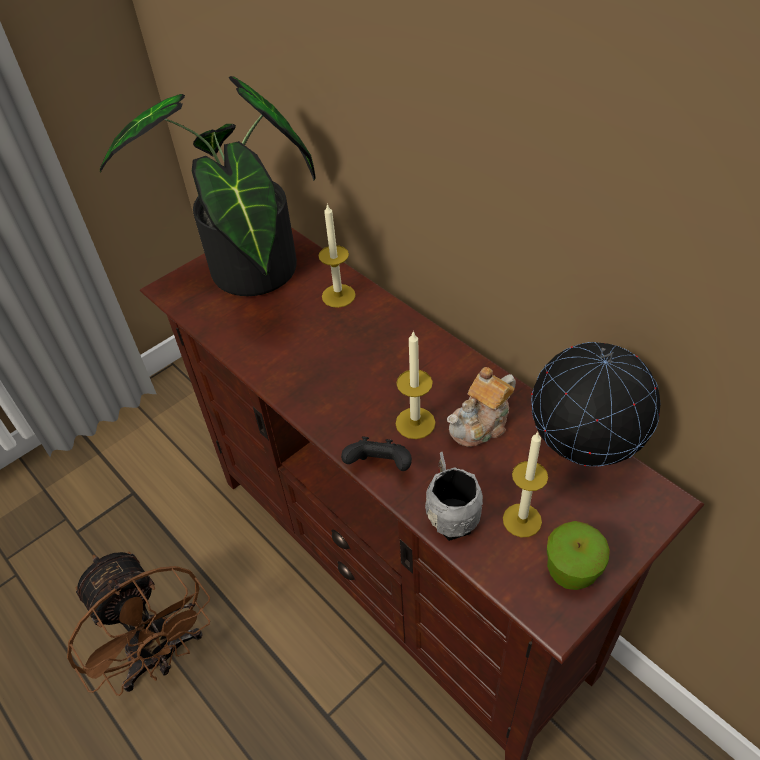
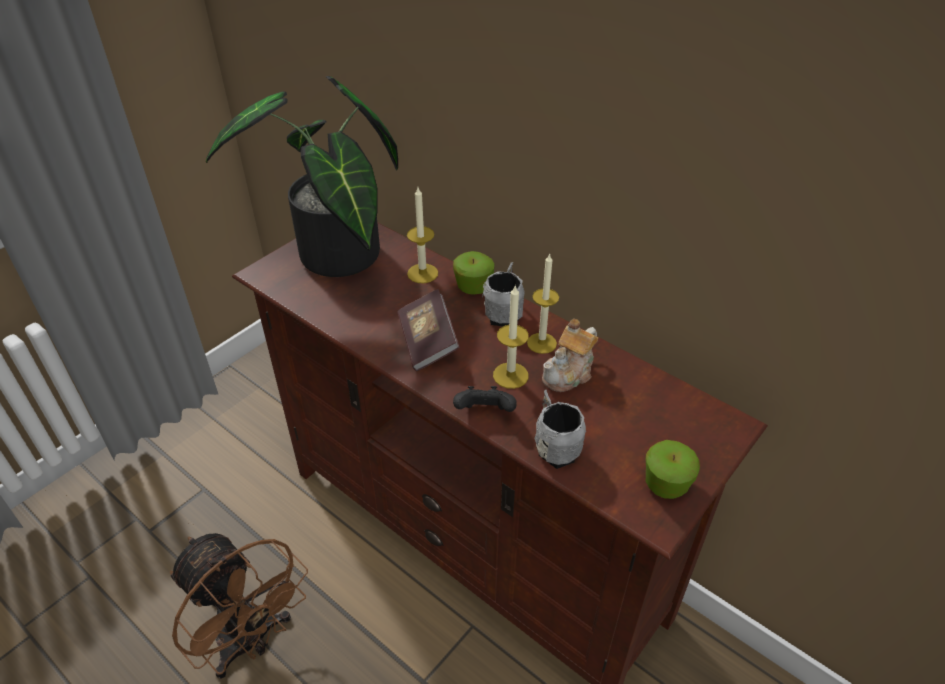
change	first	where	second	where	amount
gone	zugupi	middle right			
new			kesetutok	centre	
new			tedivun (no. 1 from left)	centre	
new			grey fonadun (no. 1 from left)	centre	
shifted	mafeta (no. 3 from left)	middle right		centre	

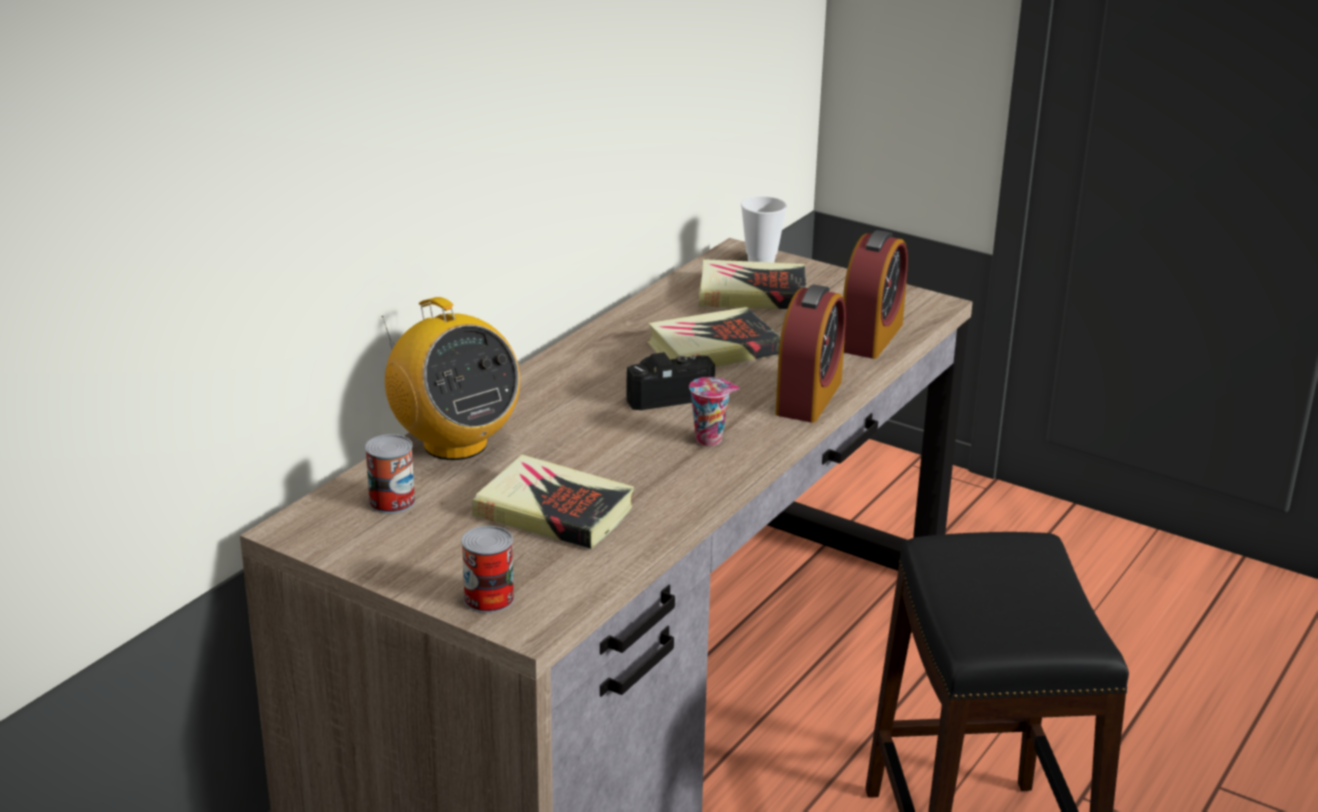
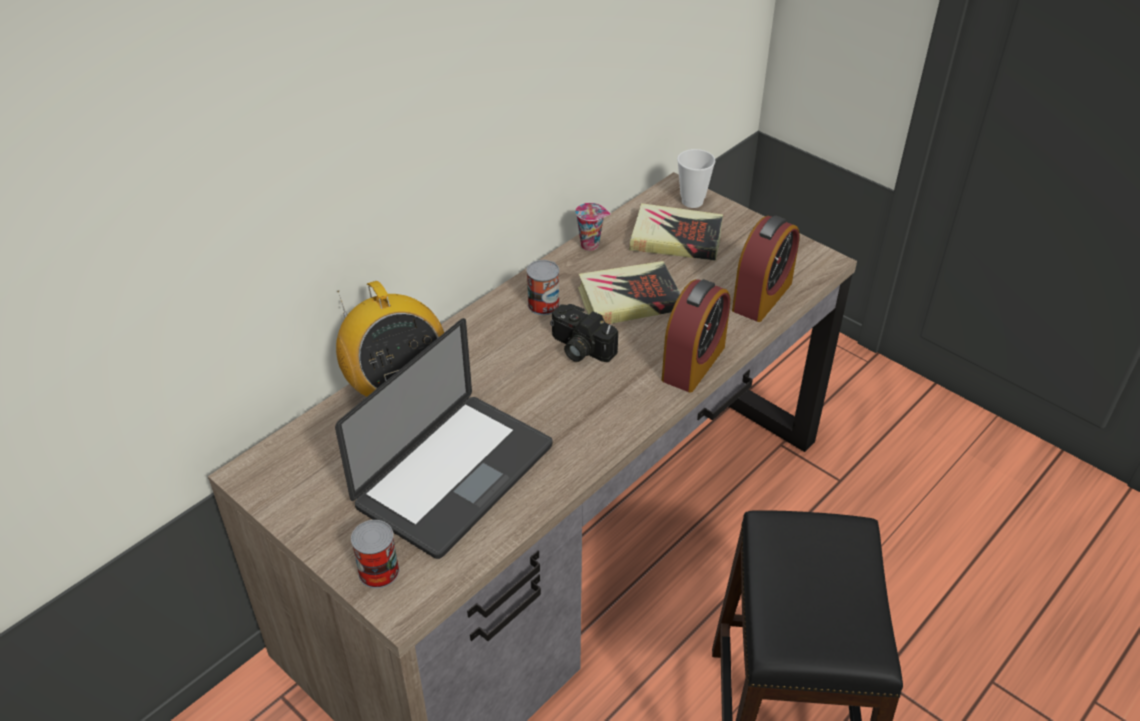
change	first	where	second	where	amount
shifted	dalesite (no. 1 from left in the first image)	middle left	dalesite (no. 2 from left)	centre	
shifted	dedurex (no. 1 from left)	centre		top centre	
swapped	kesetutok (no. 1 from left)	centre	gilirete	centre	
rotated	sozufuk	centre		centre	135 degrees counterclockwise

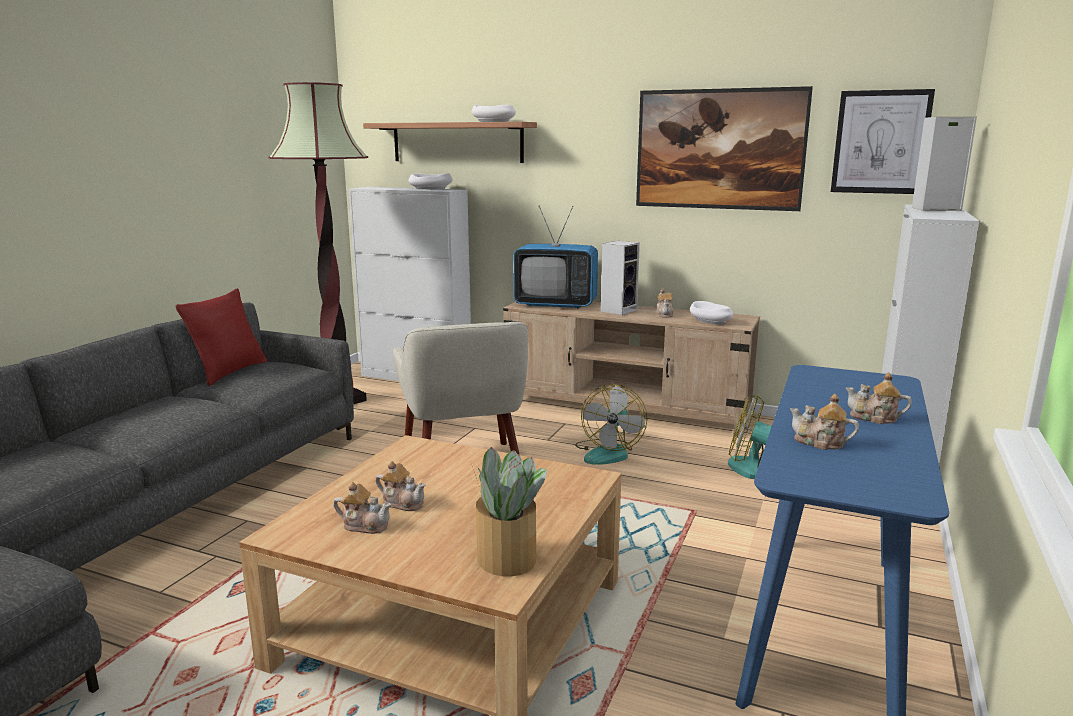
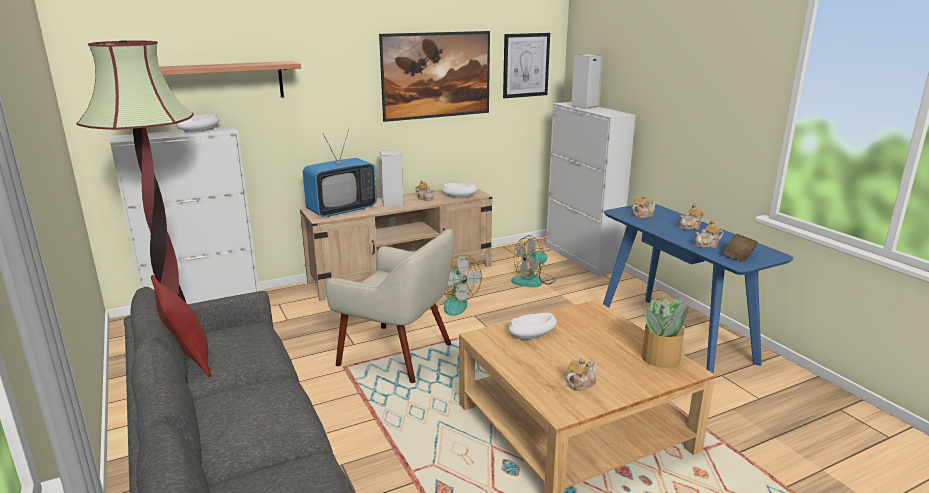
change	first	where	second	where	amount
new			brown kesetutok	middle right	
shifted	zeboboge (no. 2 from left in the first image)	bottom centre	zeboboge (no. 3 from left)	middle right	
shifted	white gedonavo (no. 2 from left in the first image)	top centre	white gedonavo (no. 3 from left)	centre	

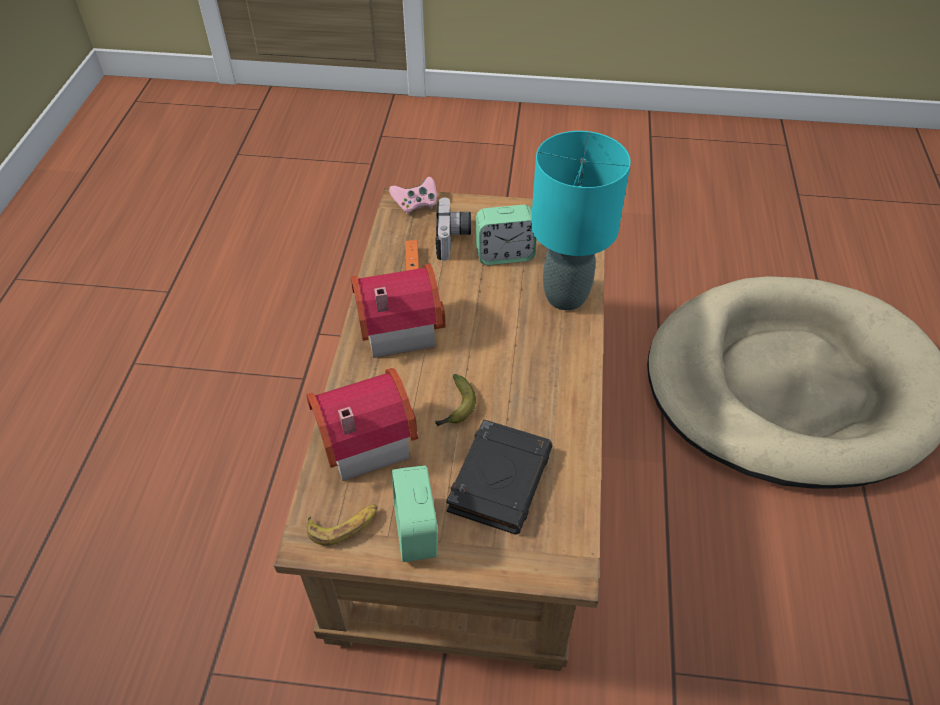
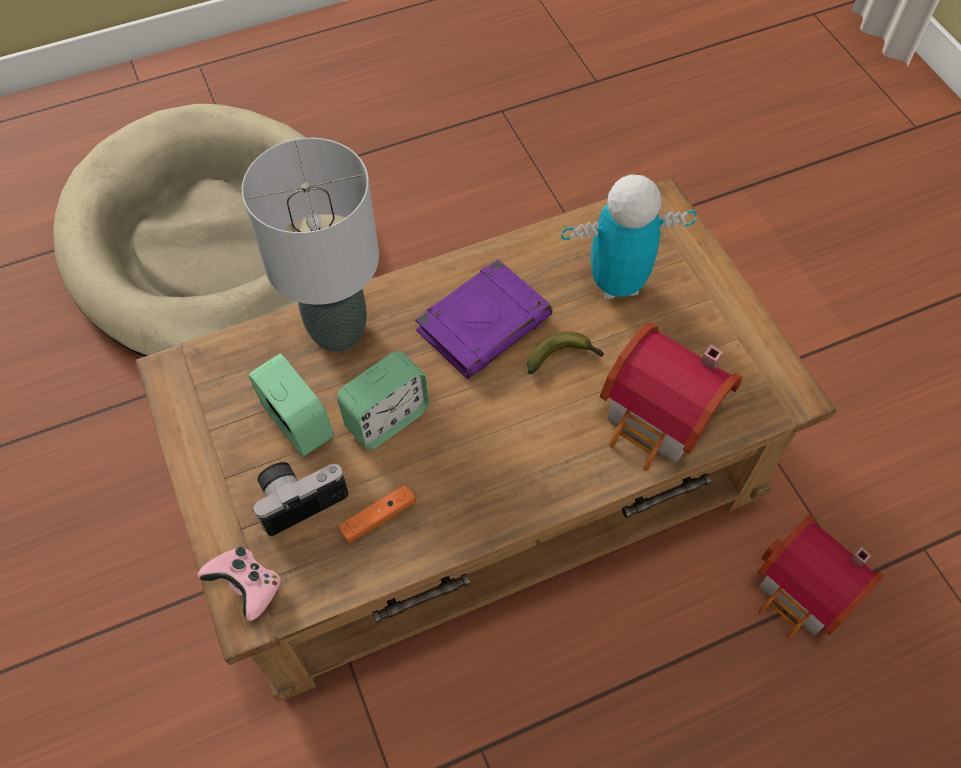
change	first	where	second	where	amount
gone	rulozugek (no. 1 from left)	bottom centre			
new			purple kesetutok	centre	
shifted	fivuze (no. 2 from left)	centre		bottom right	
shifted	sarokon (no. 1 from left in the first image)	bottom centre	sarokon (no. 2 from left)	centre	
swapped	black kesetutok	bottom centre	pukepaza	top centre	
repainted	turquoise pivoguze	top centre	grey pivoguze	top left	

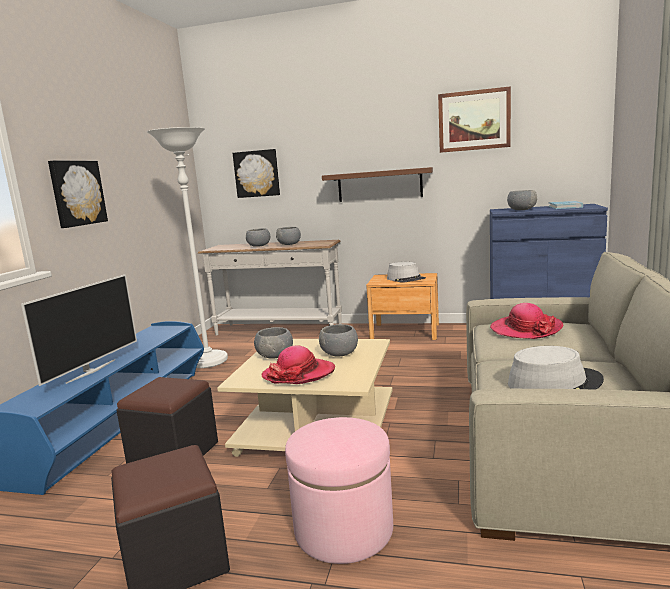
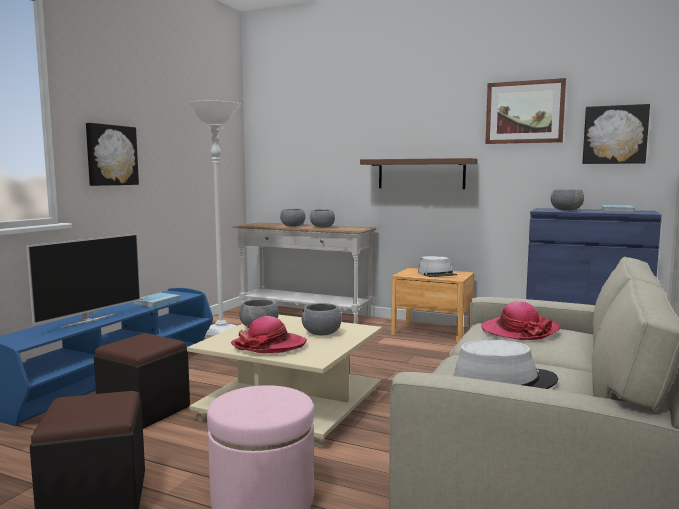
change	first	where	second	where	amount
new			blue kesetutok (no. 1 from left)	middle left	
shifted	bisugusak (no. 2 from left in the first image)	top centre	bisugusak (no. 3 from left)	top right	

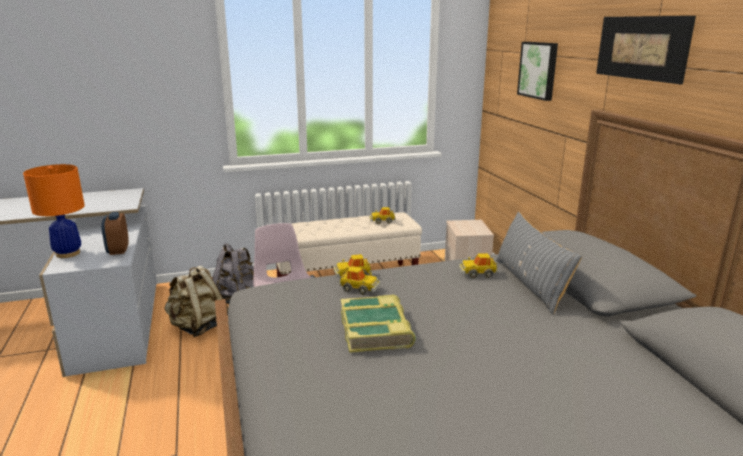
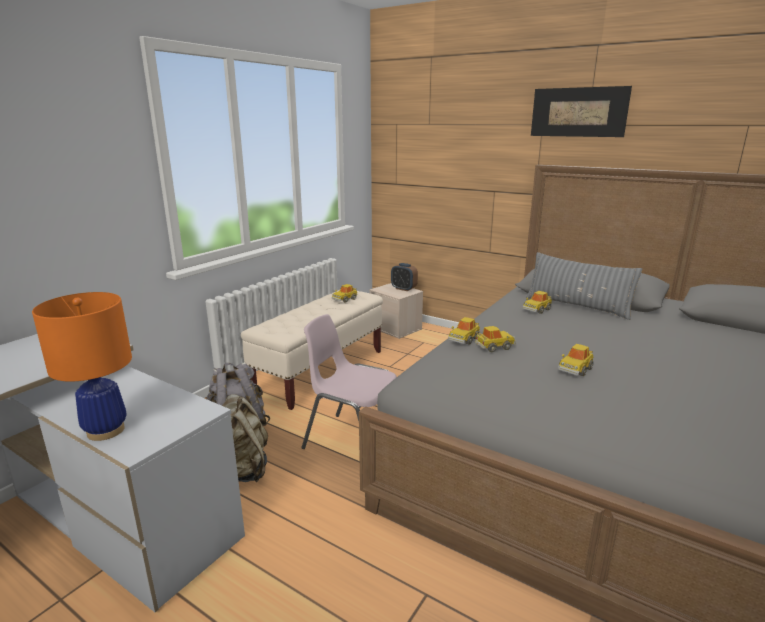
change	first	where	second	where	amount
gone	bisugusak (no. 1 from left)	top right			
shifted	sarokon	middle left		centre	
swapped	kesetutok	bottom centre	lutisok (no. 5 from left)	middle right	

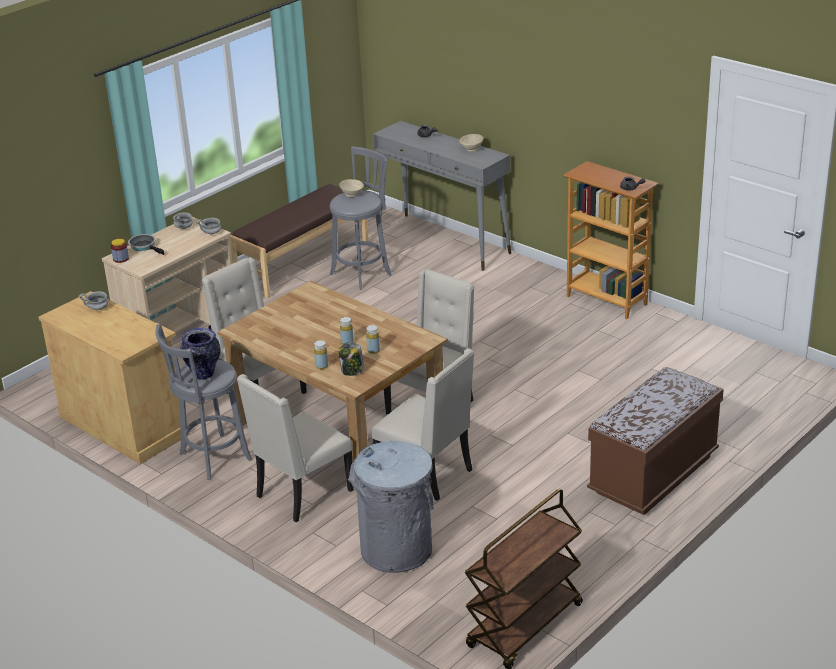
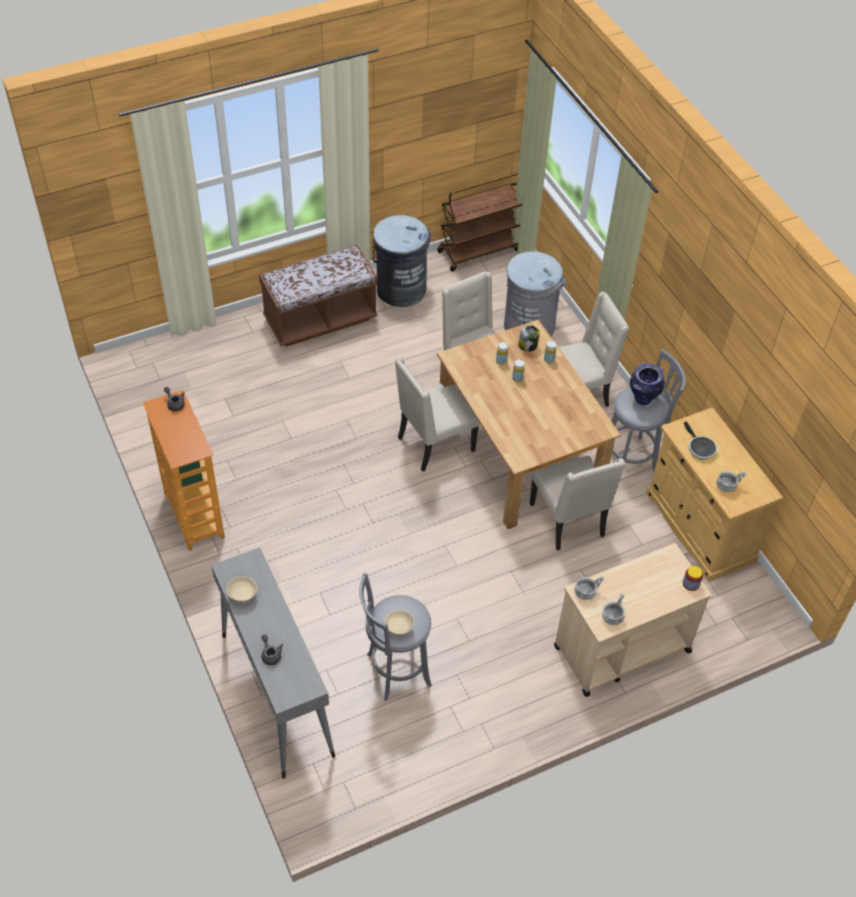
change	first	where	second	where	amount
gone	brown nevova (no. 1 from left)	centre			
new			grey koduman (no. 1 from left)	top centre	
shifted	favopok	middle left		middle right	

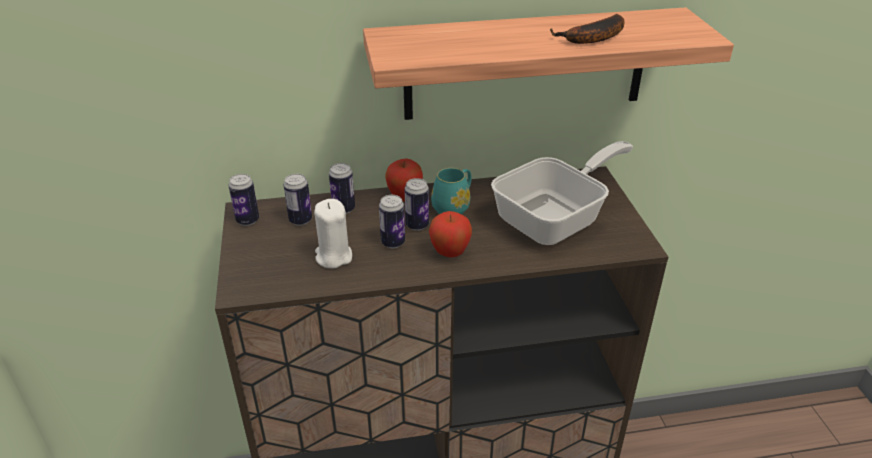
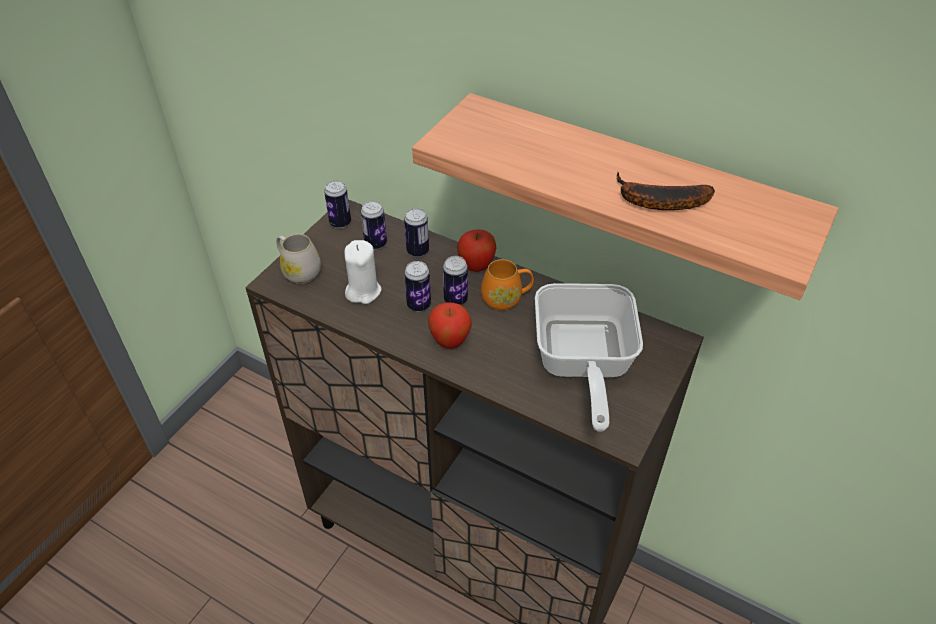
change	first	where	second	where	amount
new			white fonadun	middle left	
repainted	turquoise fonadun	centre	orange fonadun	centre	
rotated	favopok	centre		centre	90 degrees clockwise

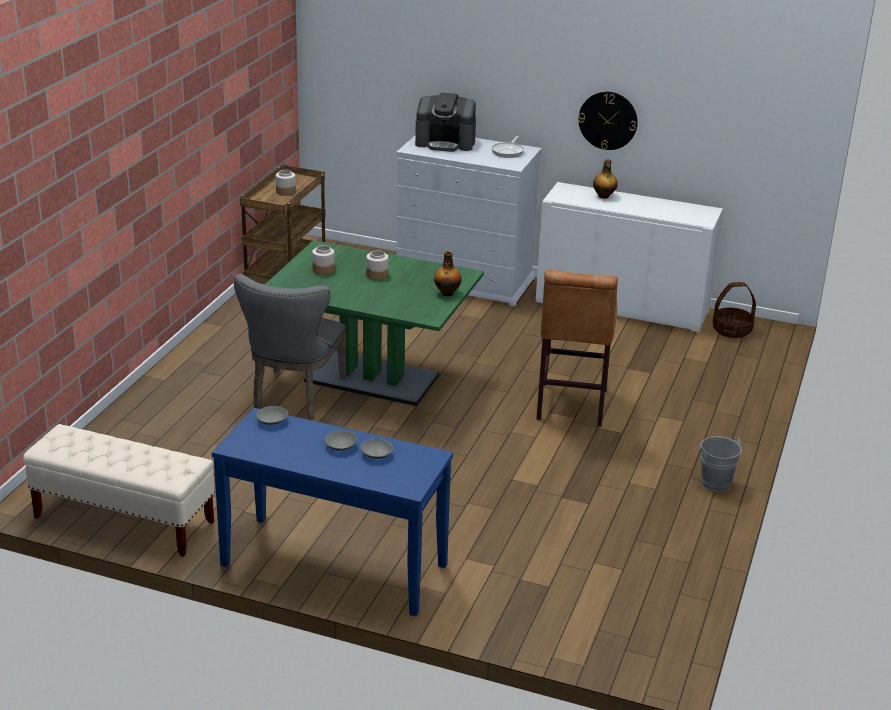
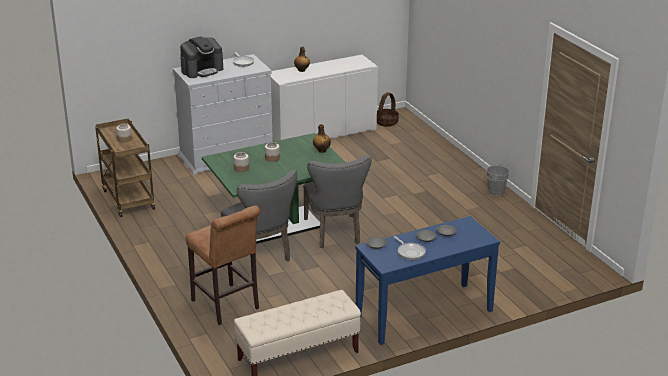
change	first	where	second	where	amount
gone	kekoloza	top right			
new			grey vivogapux (no. 2 from left)	centre	
new			favopok (no. 2 from left)	centre	
shifted	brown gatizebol	centre		bottom left	

